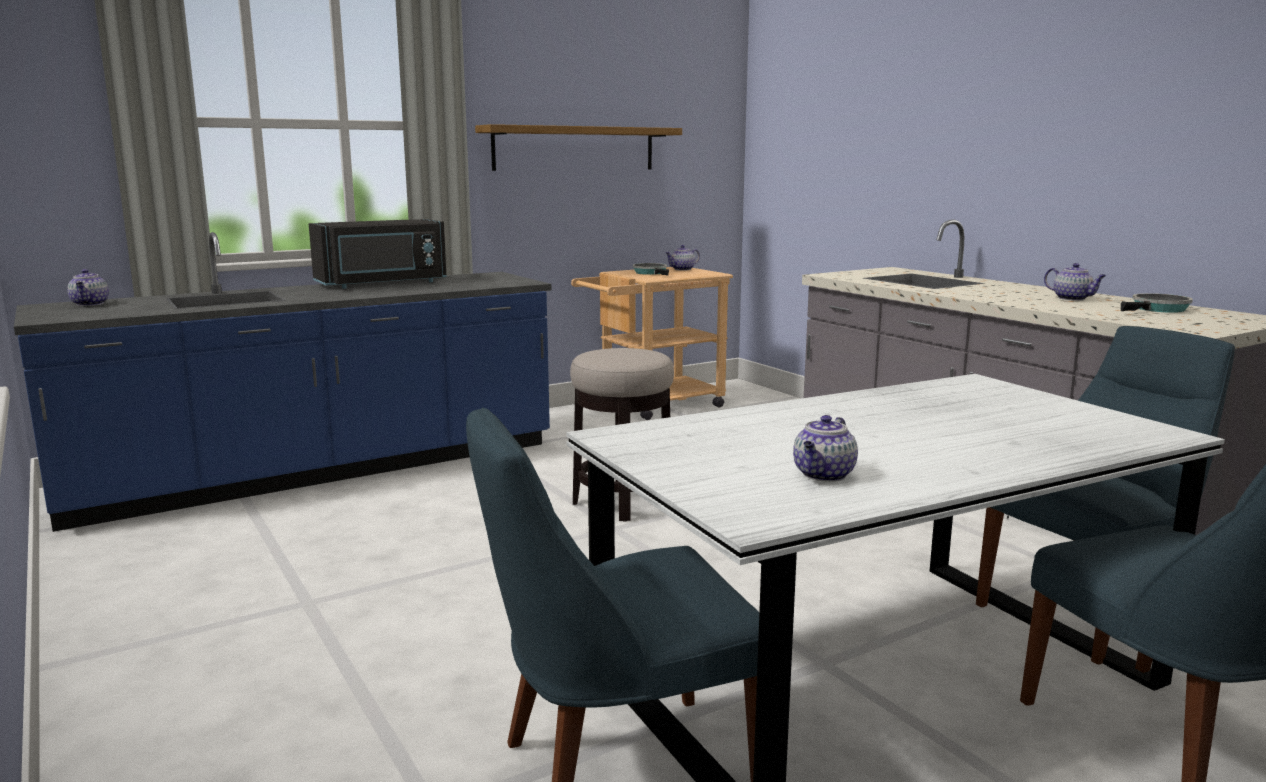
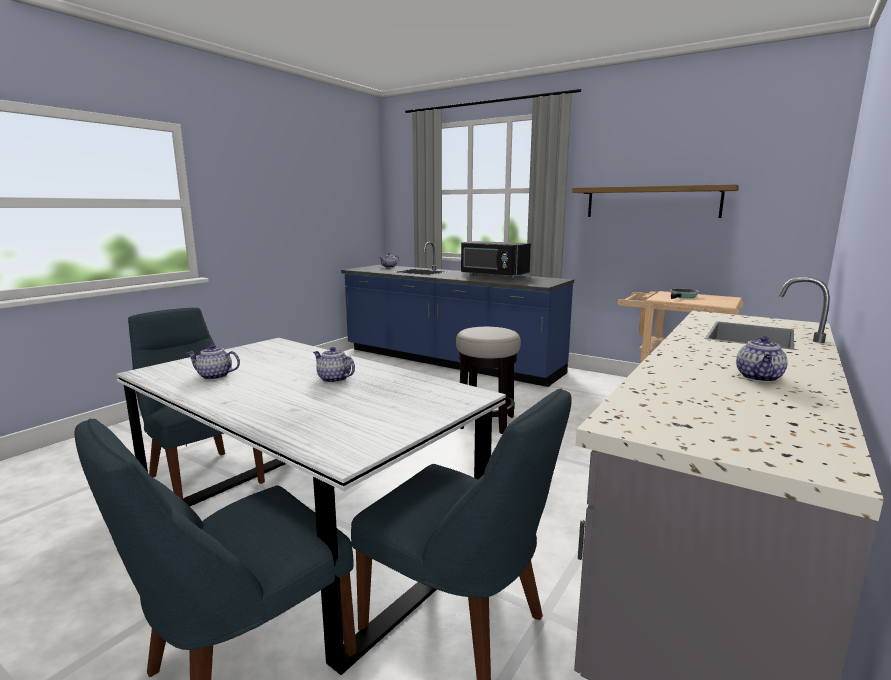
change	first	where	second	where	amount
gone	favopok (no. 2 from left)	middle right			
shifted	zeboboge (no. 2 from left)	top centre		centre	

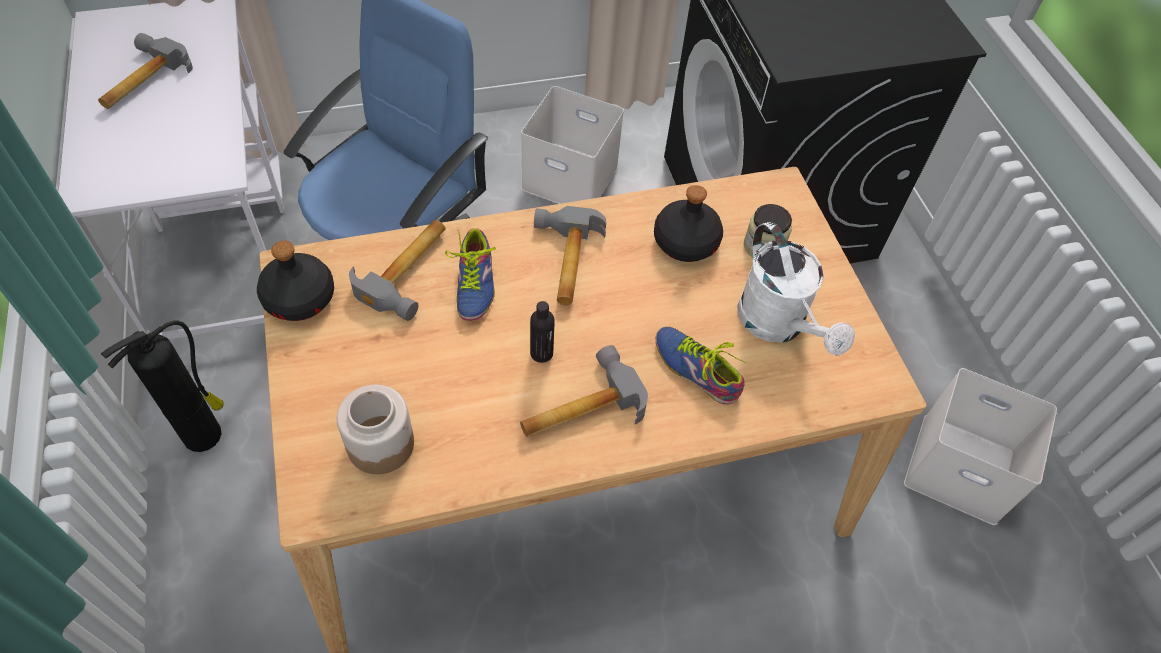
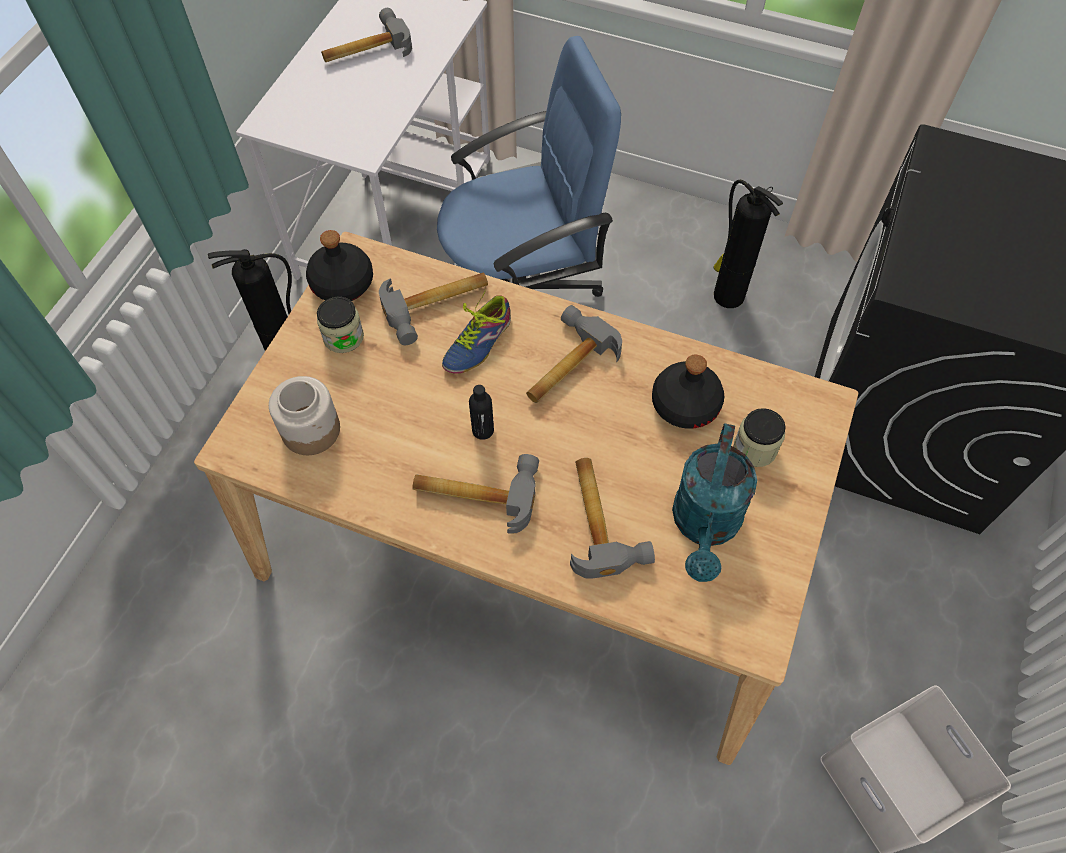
change	first	where	second	where	amount
new			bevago (no. 2 from left)	middle left	
swapped	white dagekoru (no. 1 from left)	top centre	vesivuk (no. 2 from left)	top right	
swapped	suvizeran (no. 2 from left)	centre	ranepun (no. 5 from left)	centre	
repainted	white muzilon	middle right	turquoise muzilon	middle right	

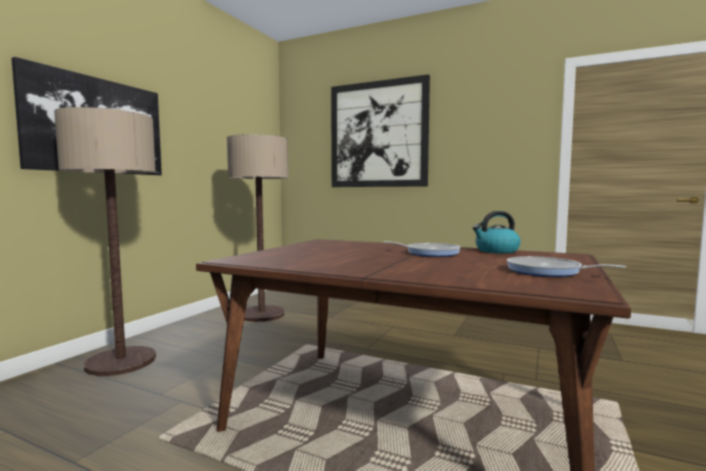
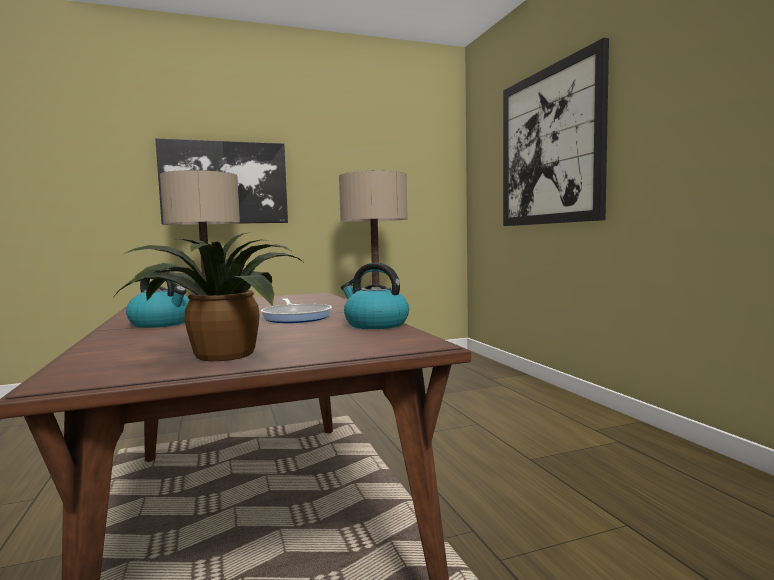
change	first	where	second	where	amount
new			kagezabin (no. 1 from left)	middle left	
swapped	favopok (no. 2 from left)	middle right	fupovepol	middle left	

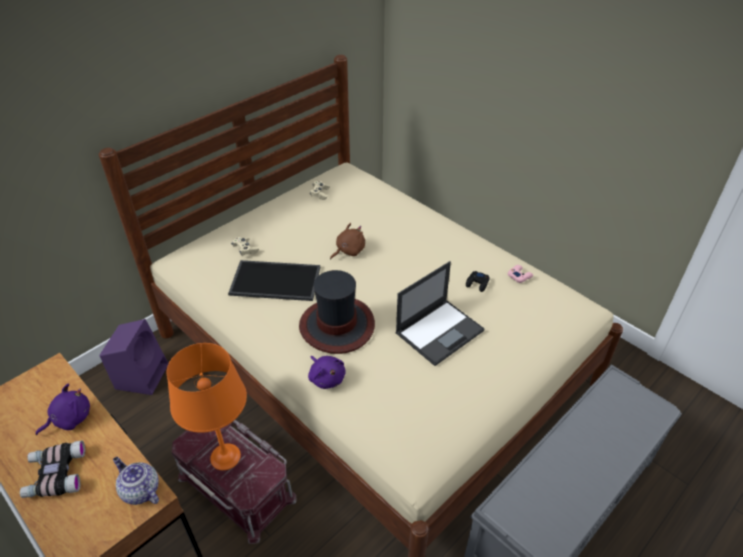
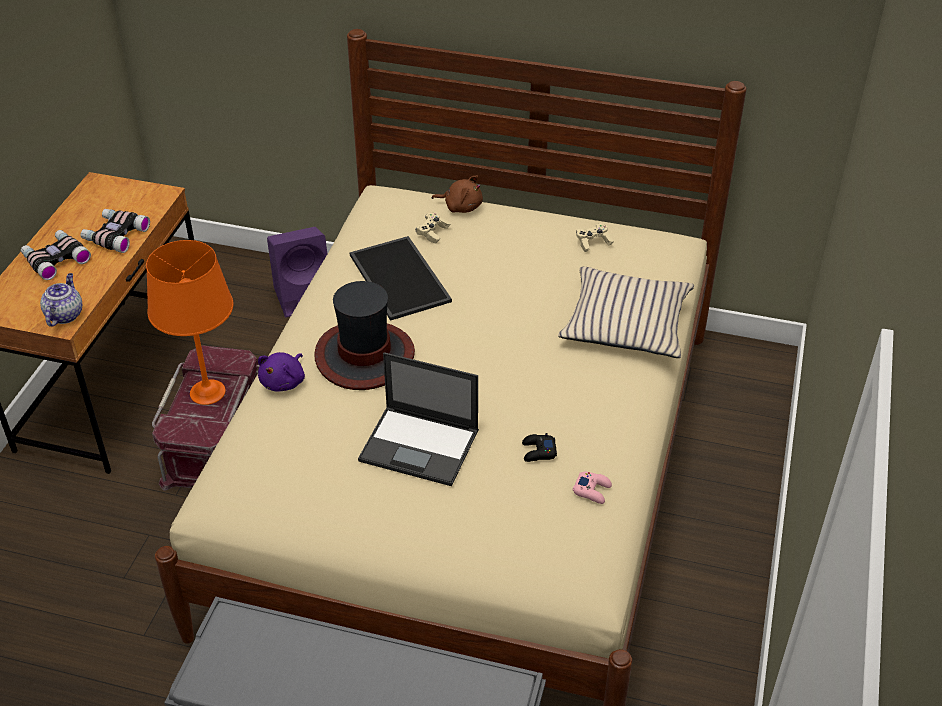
change	first	where	second	where	amount
new			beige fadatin	centre	
shifted	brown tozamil	centre		top centre	
swapped	purple tozamil (no. 1 from left)	bottom left	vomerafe (no. 2 from left)	top left	

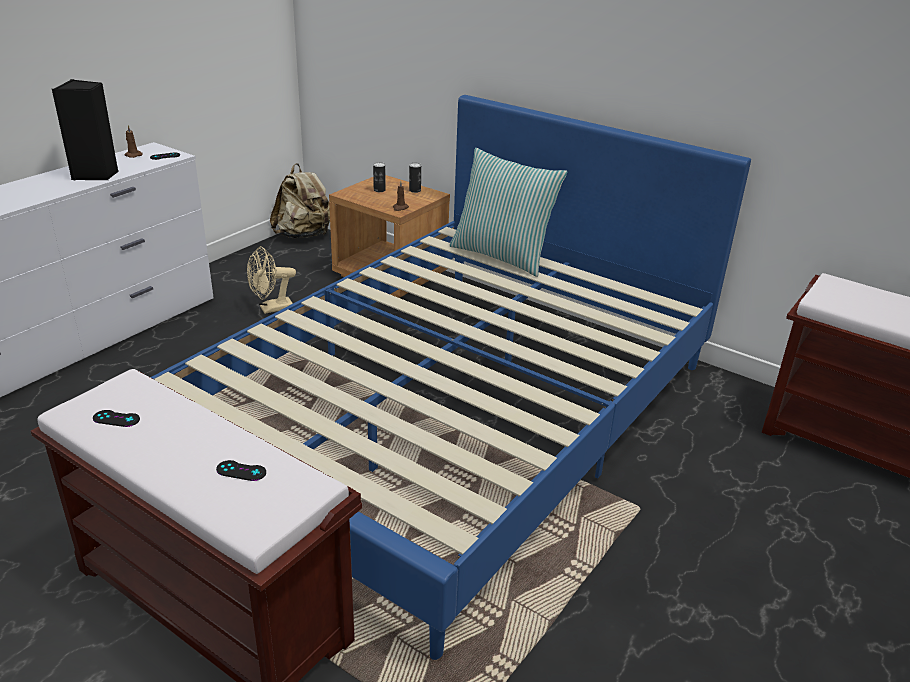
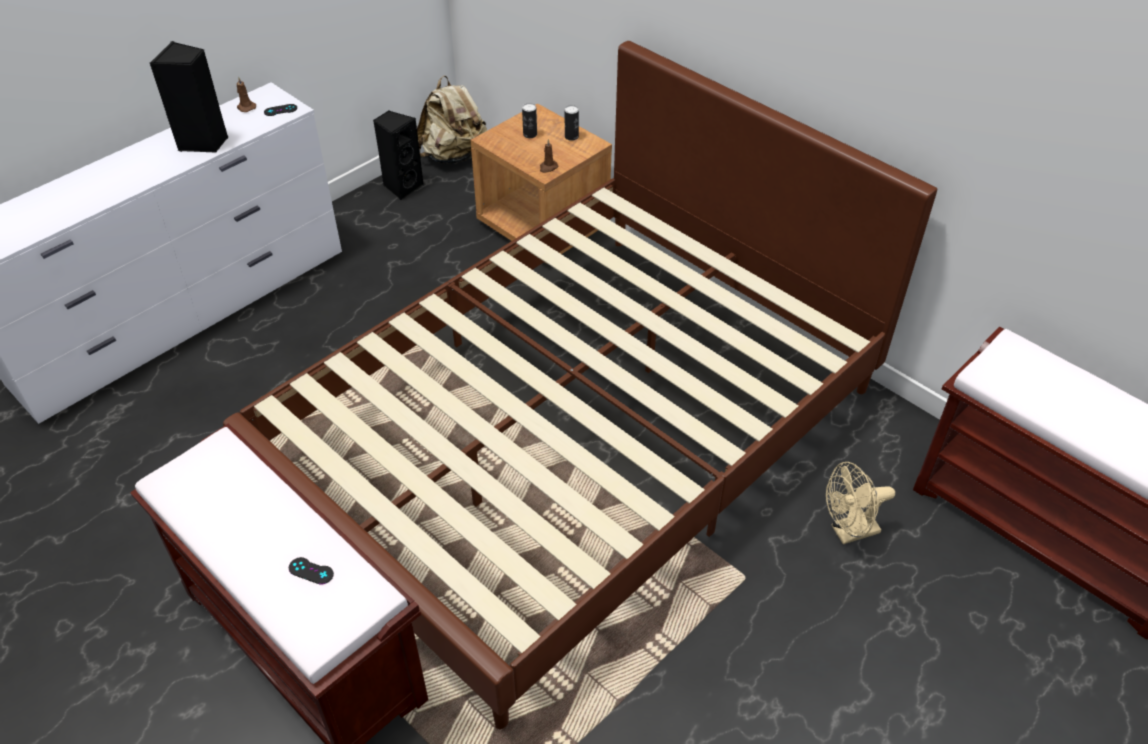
change	first	where	second	where	amount
gone	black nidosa (no. 1 from left)	middle left			
gone	fadatin	top centre			
new			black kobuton (no. 2 from left)	top centre	
shifted	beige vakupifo	middle left		bottom right	
repainted	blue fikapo	centre	brown fikapo	centre	

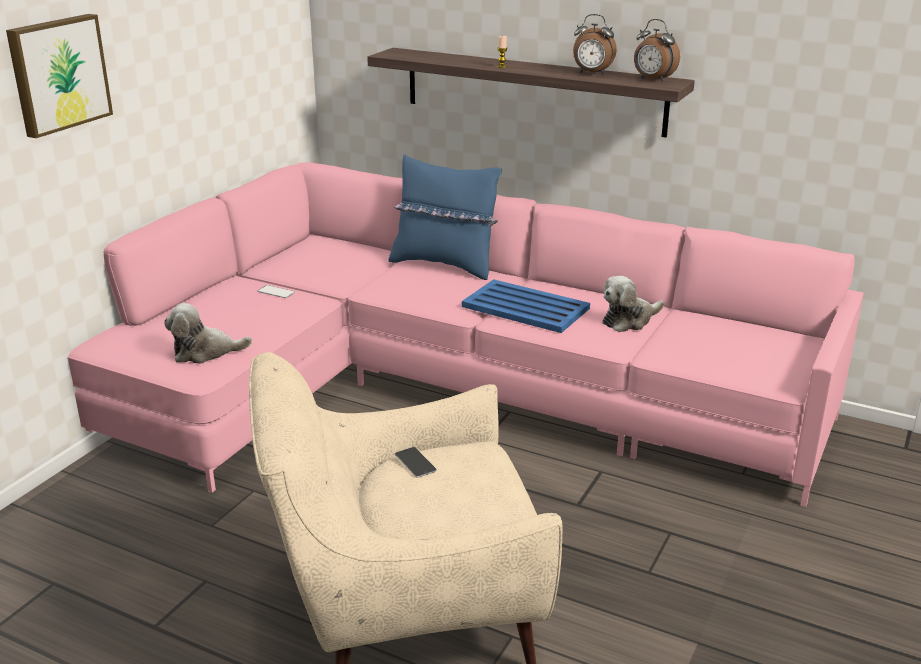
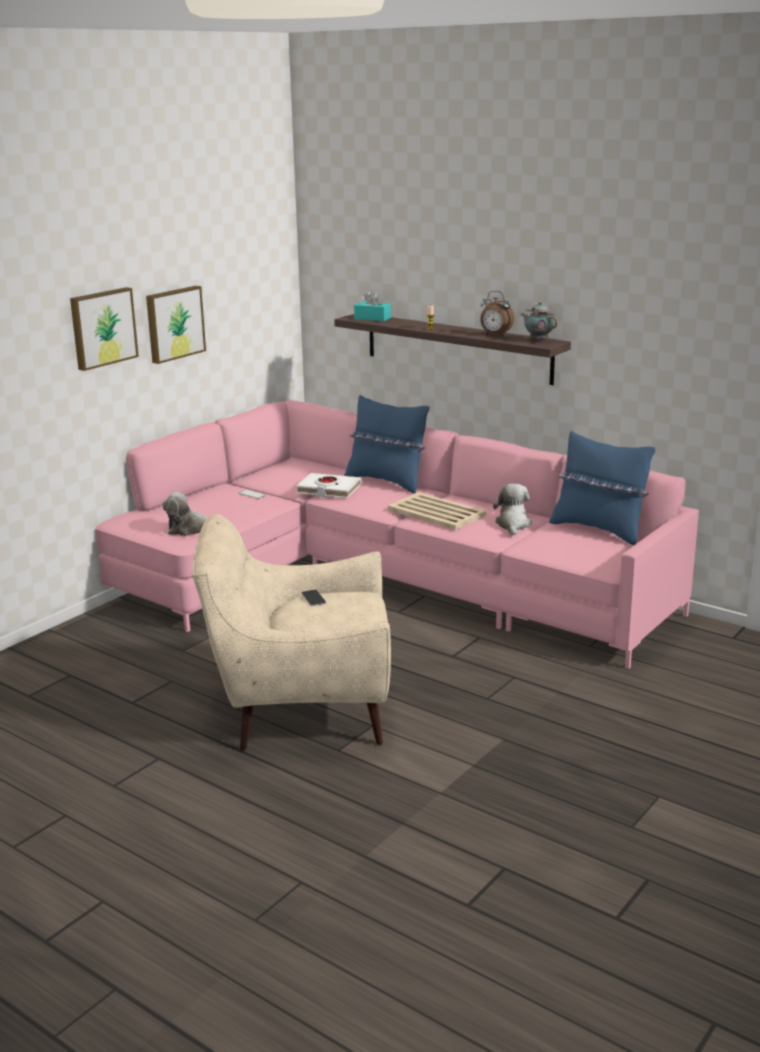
change	first	where	second	where	amount
new			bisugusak (no. 2 from left)	top left	
new			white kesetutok	centre	
new			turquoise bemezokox	top centre	
new			blue fadatin (no. 2 from left)	middle right	
swapped	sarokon (no. 2 from left)	top right	zeboboge	top right	
repainted	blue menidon	centre	beige menidon	centre	
rotated	tozamil (no. 2 from left)	middle right		middle right	120 degrees clockwise

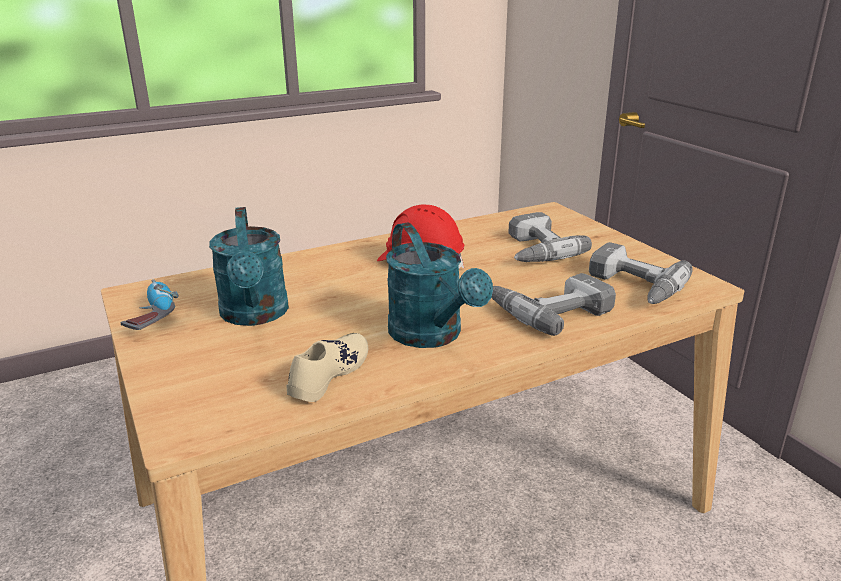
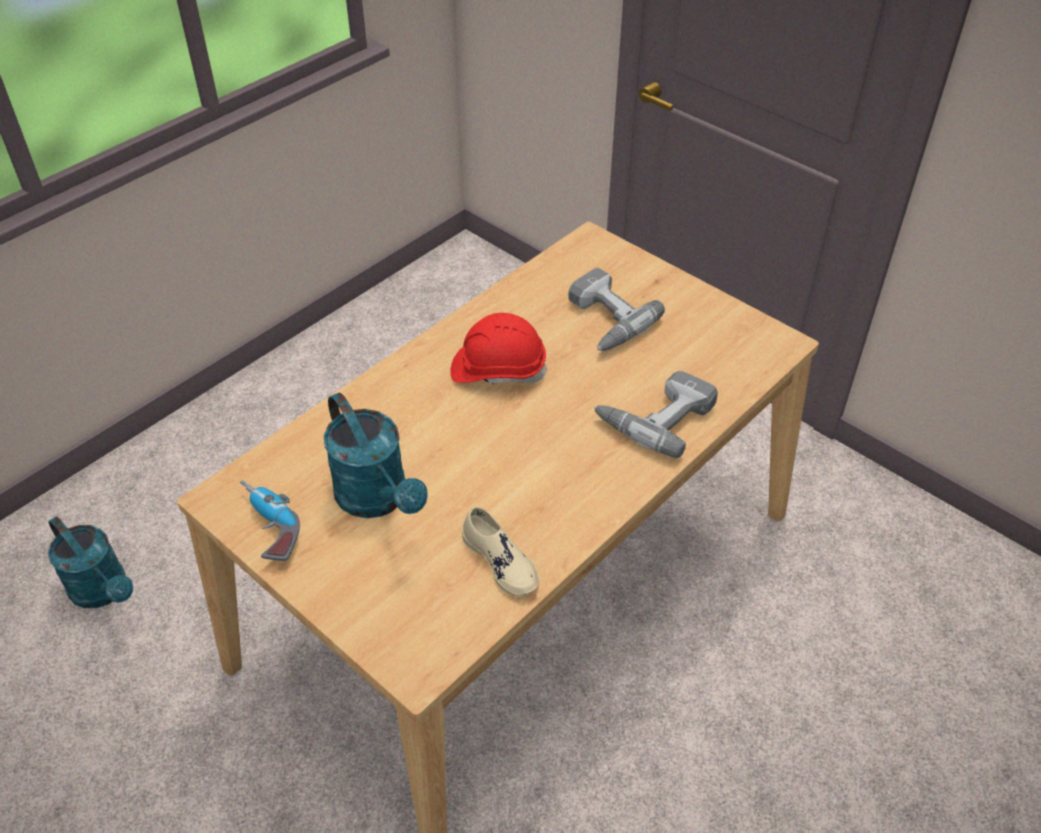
change	first	where	second	where	amount
gone	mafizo (no. 4 from left)	middle right			
shifted	turquoise muzilon (no. 2 from left in the first image)	centre	turquoise muzilon (no. 1 from left)	bottom left	
rotated	beige suvizeran	centre		centre	135 degrees clockwise

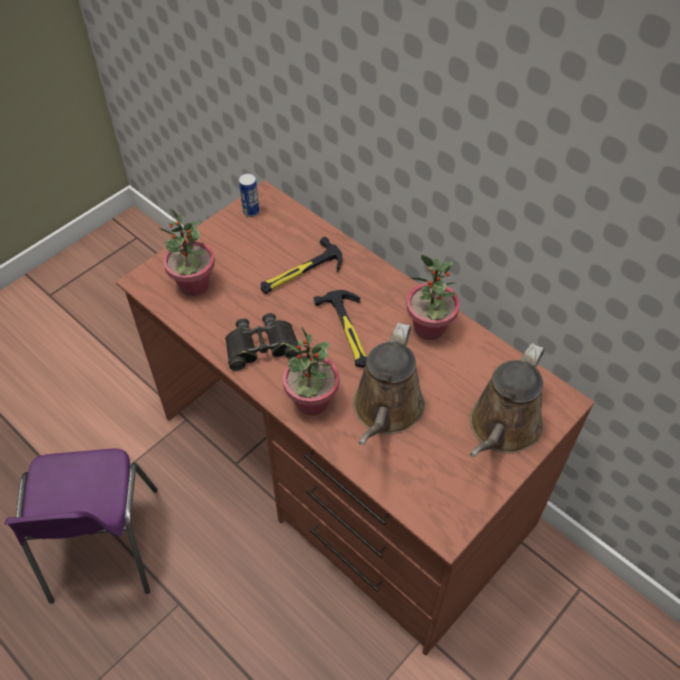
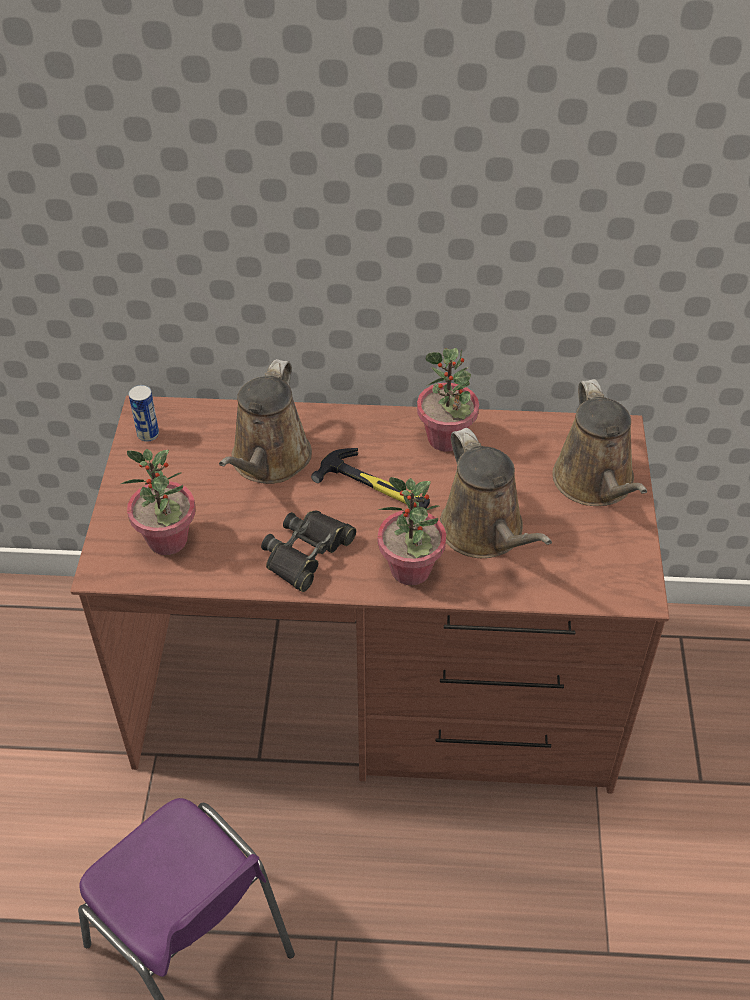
change	first	where	second	where	amount
swapped	ranepun (no. 1 from left)	centre	brown muzilon (no. 1 from left)	centre	

